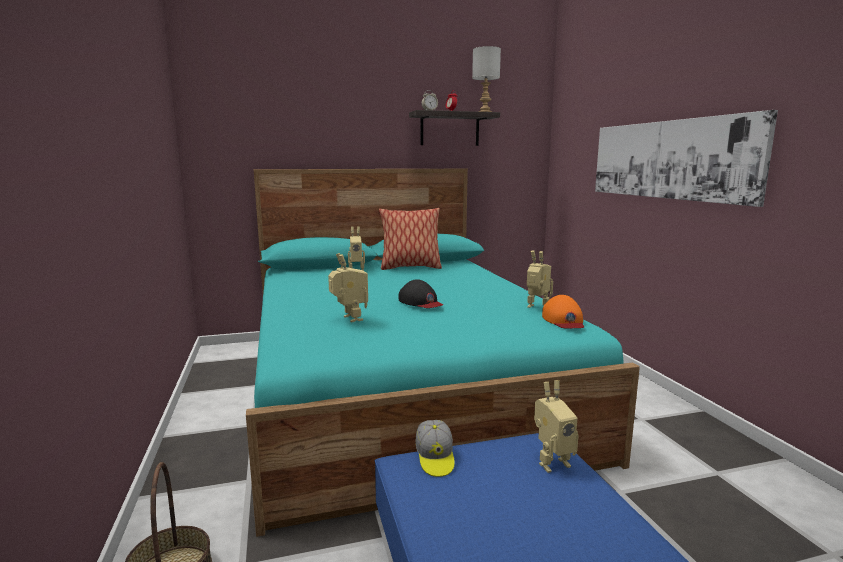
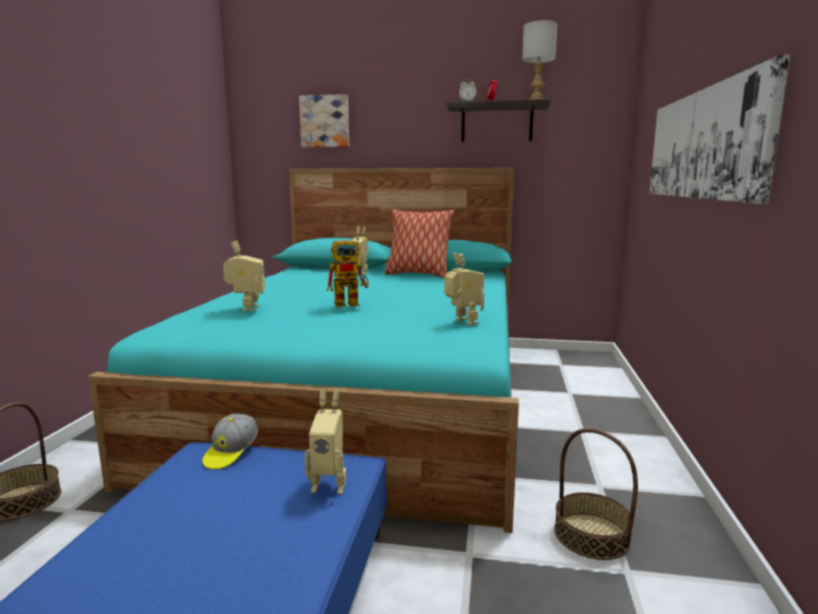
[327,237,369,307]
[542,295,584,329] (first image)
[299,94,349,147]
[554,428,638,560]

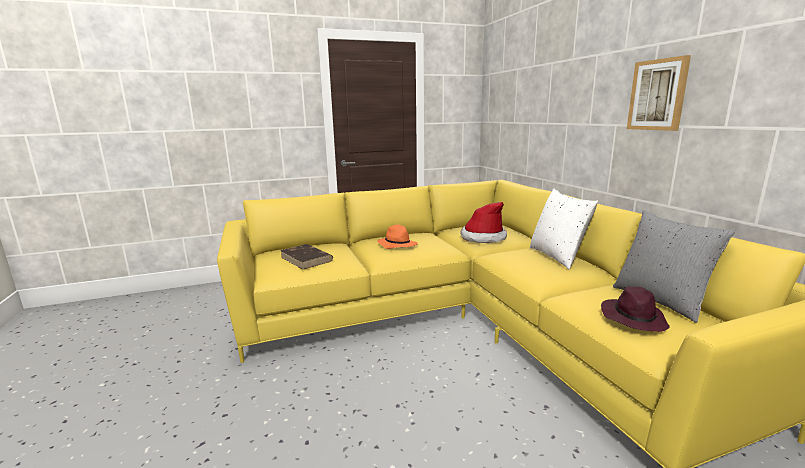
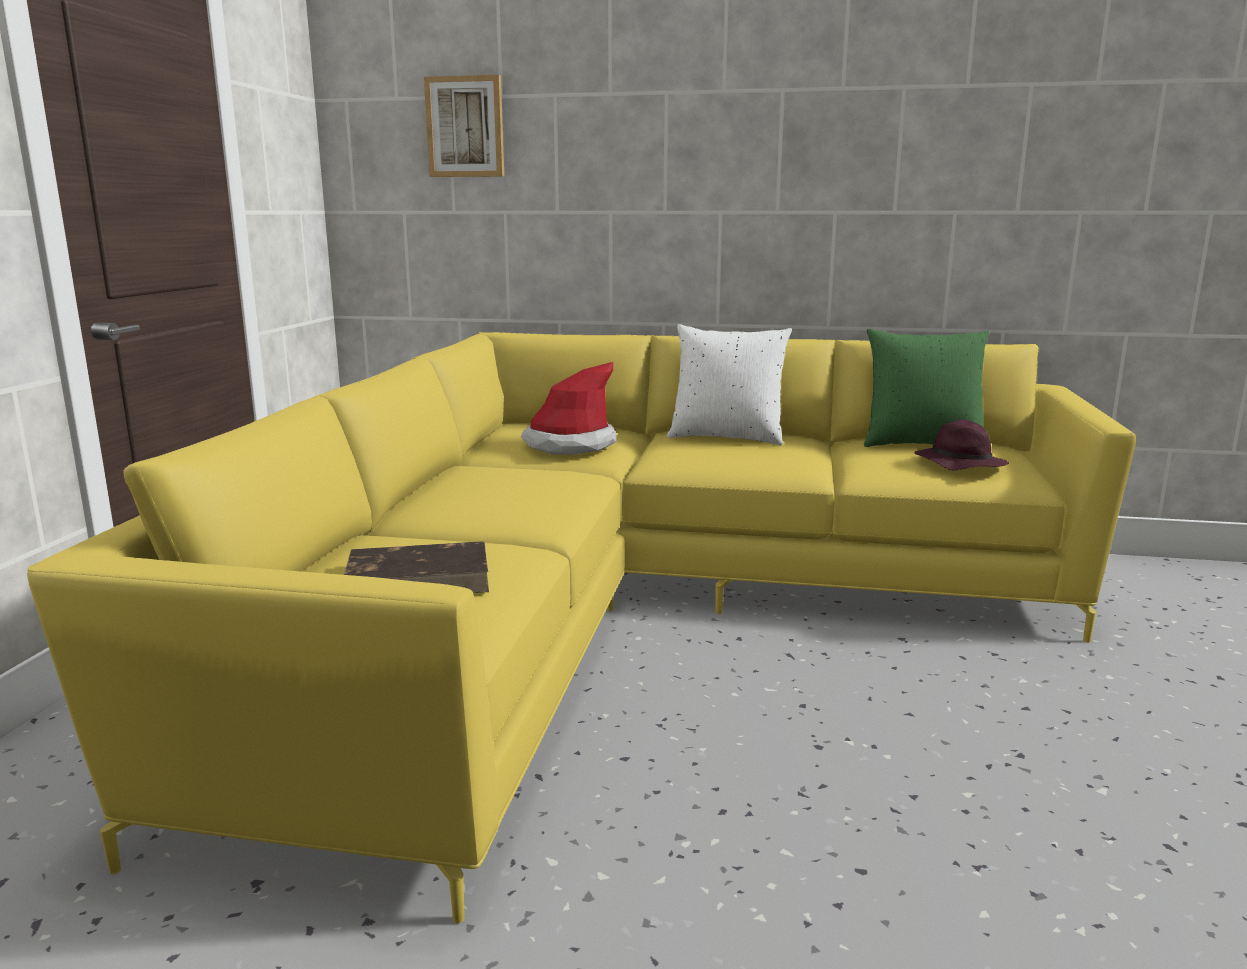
[377,224,418,249] (first image)
[864,329,989,447]
[424,75,504,177]

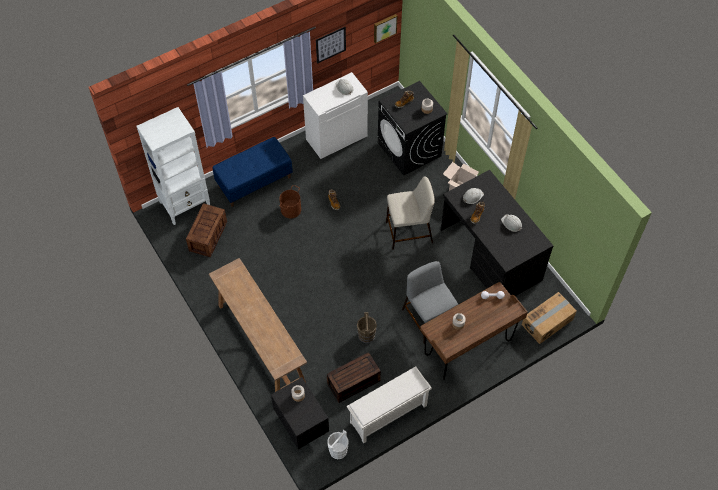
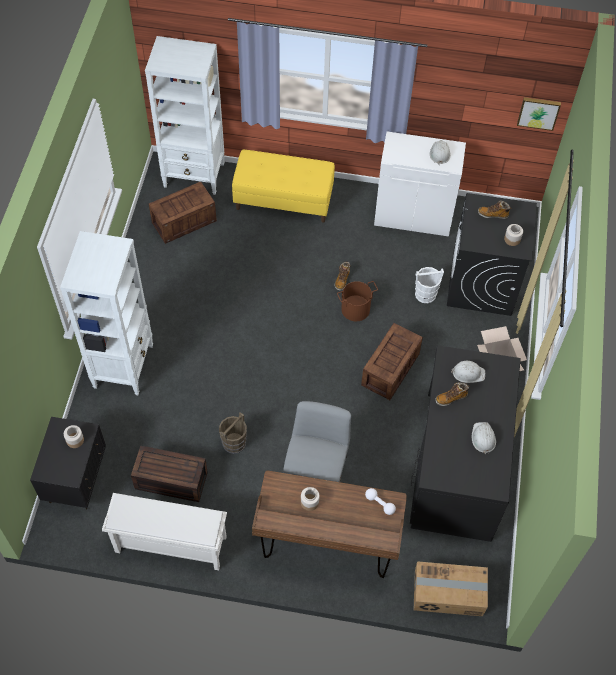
[60,231,153,395]
[232,150,335,223]
[337,281,378,321]
[316,27,346,64] (first image)
[415,267,444,303]
[361,323,423,400]

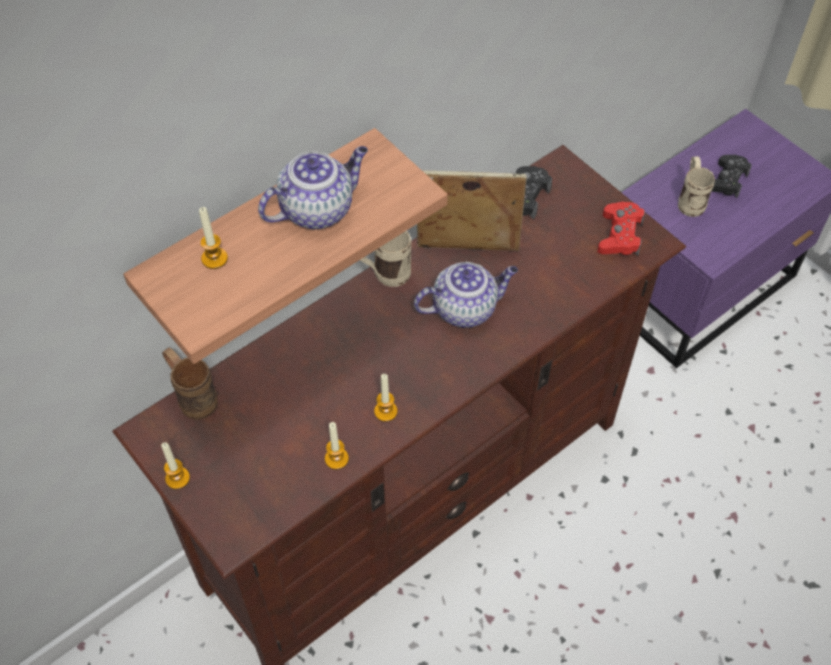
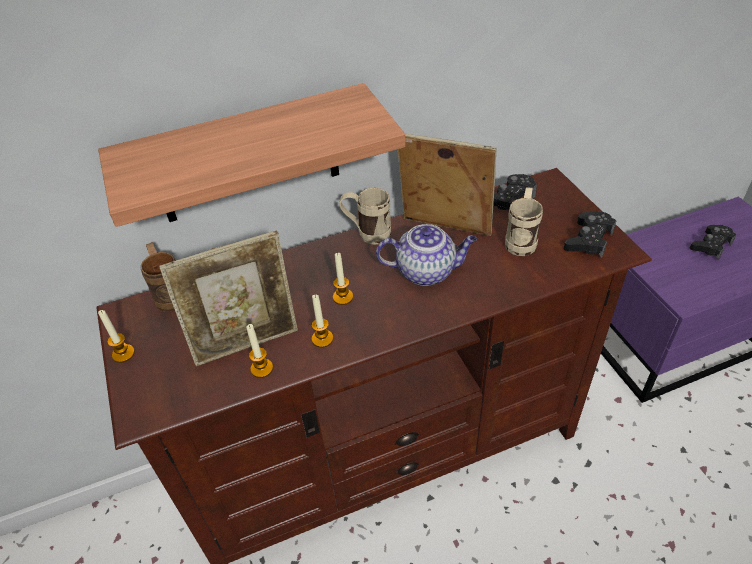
[333,252,353,305]
[258,146,368,229] (first image)
[564,211,616,258]
[505,187,543,256]
[159,231,298,366]

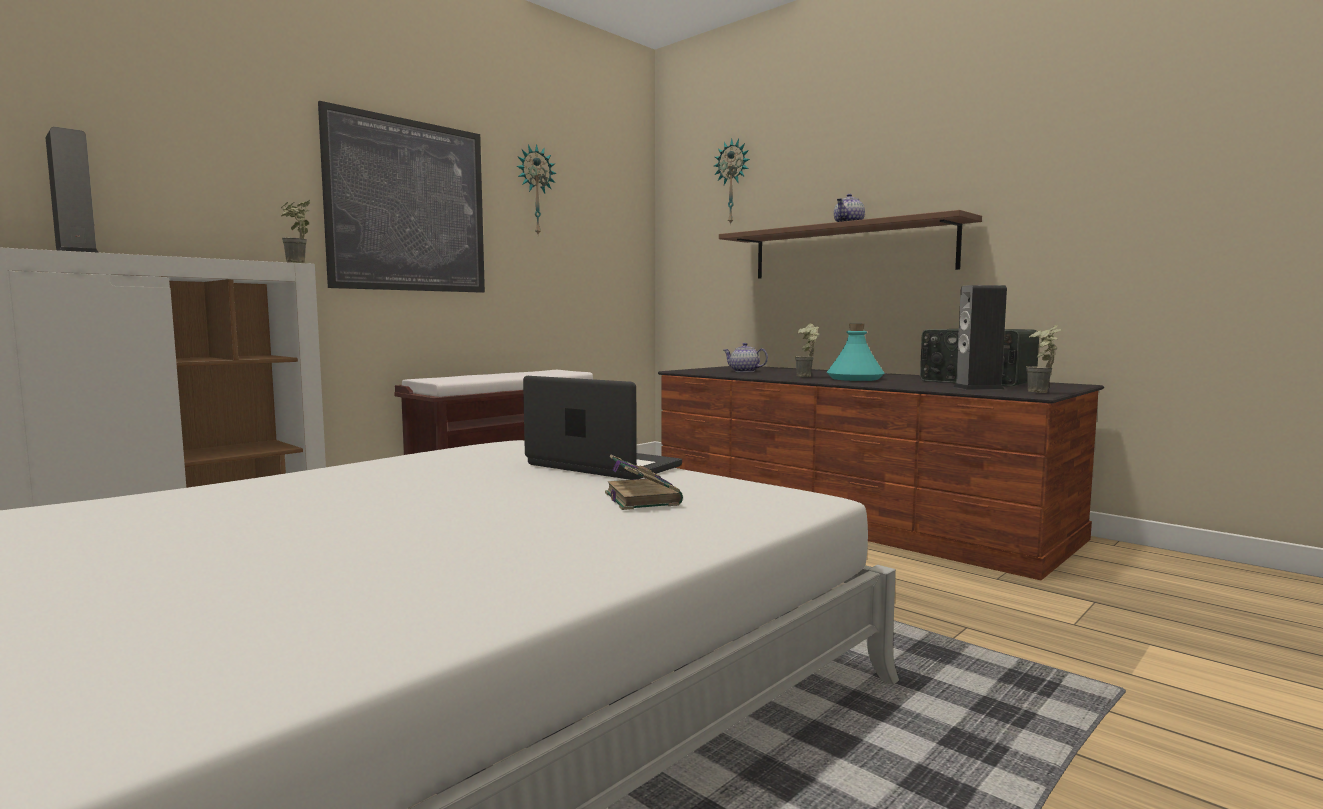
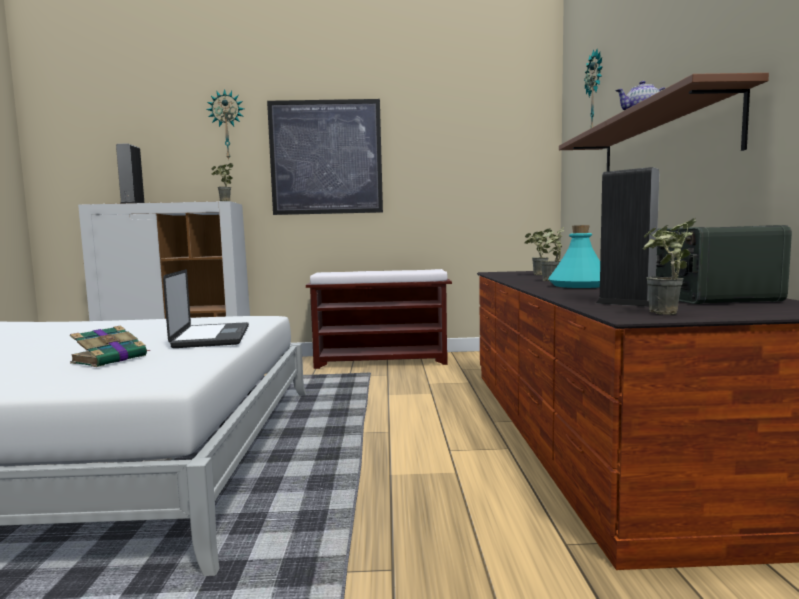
[206,89,244,161]
[525,228,552,275]

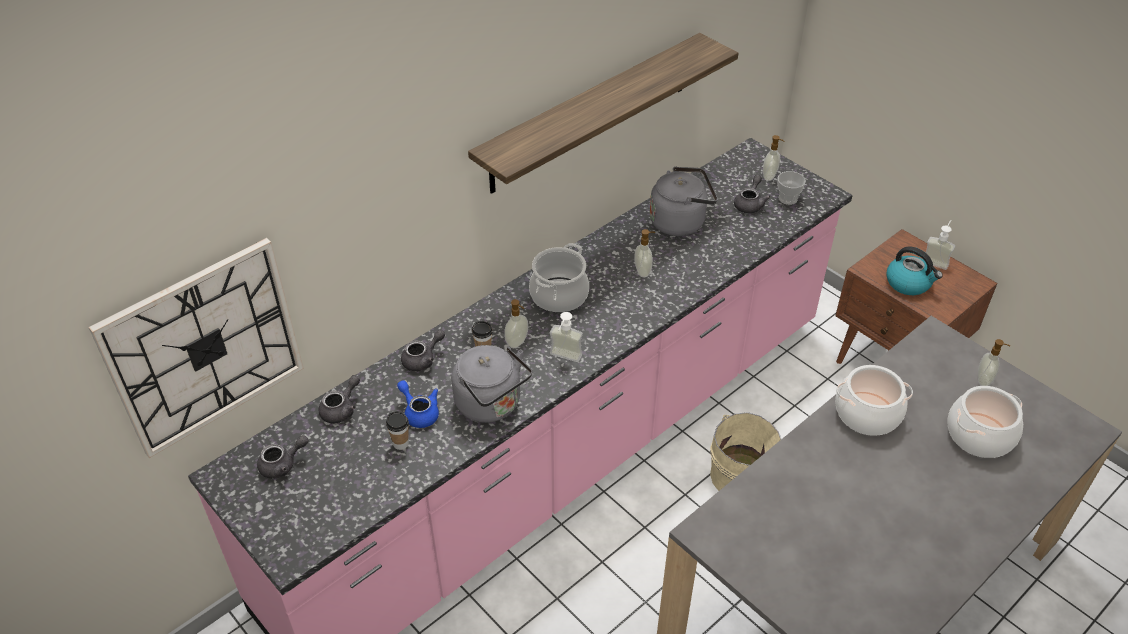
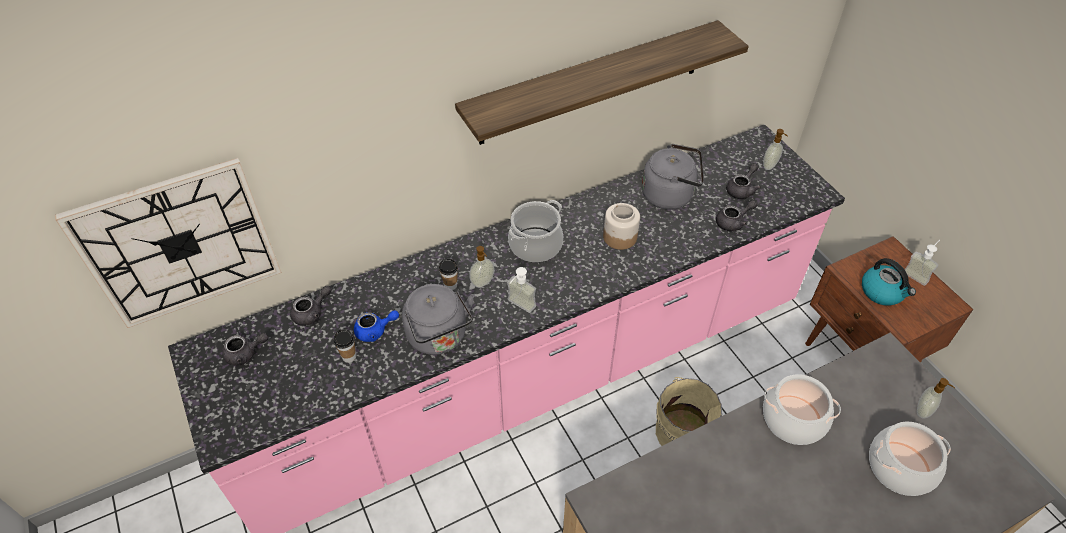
[354,310,399,342]
[716,200,758,231]
[603,203,640,250]
[777,171,806,205] (first image)

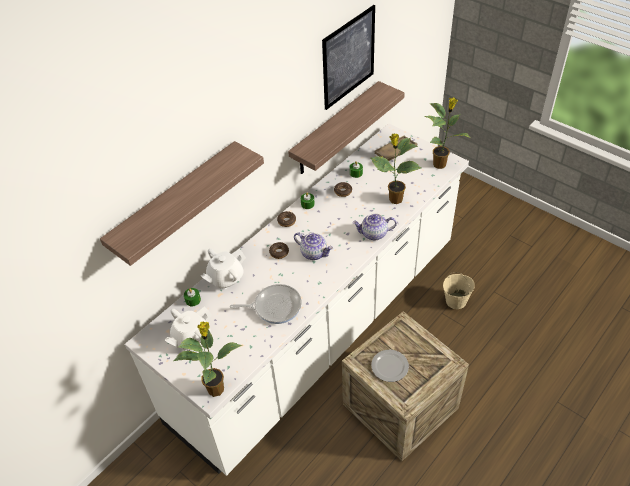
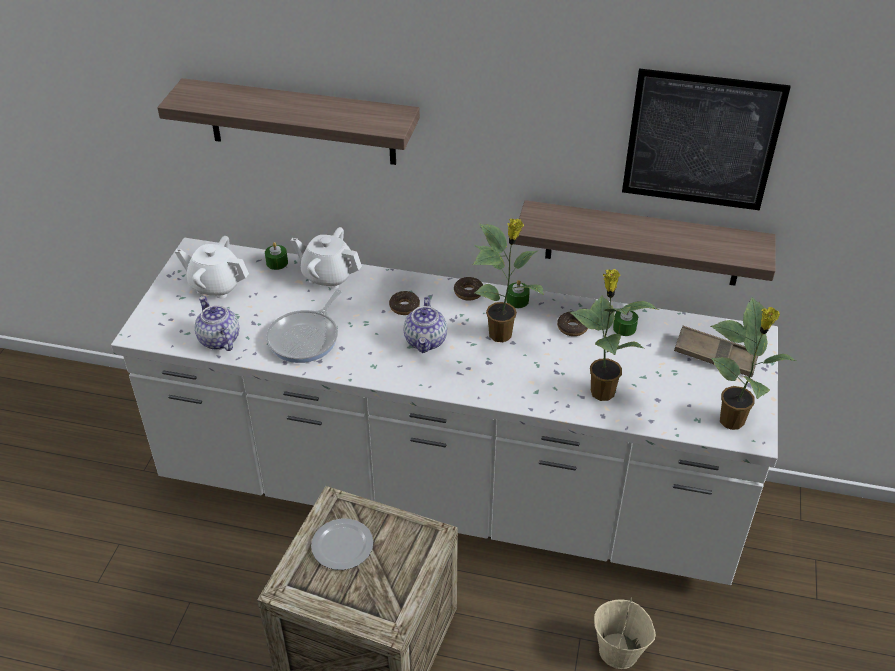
[473,219,544,342]
[266,290,341,363]
[195,296,239,351]

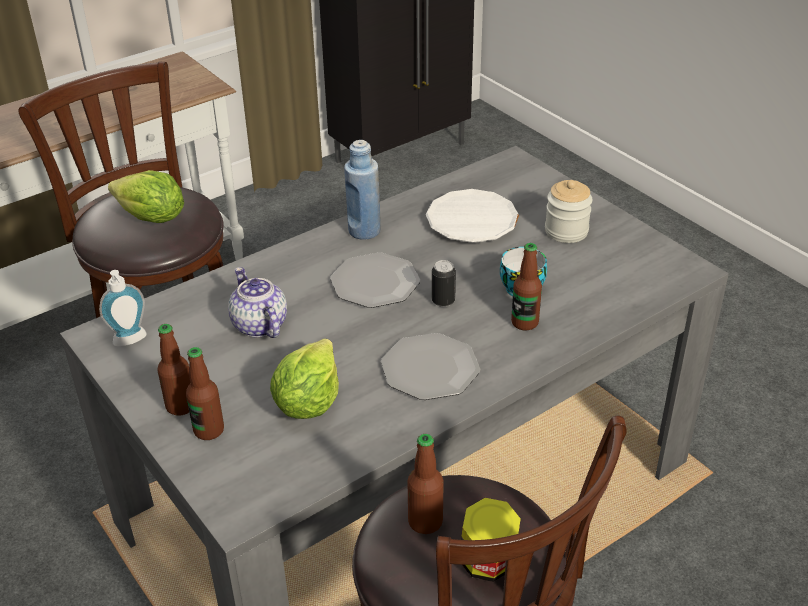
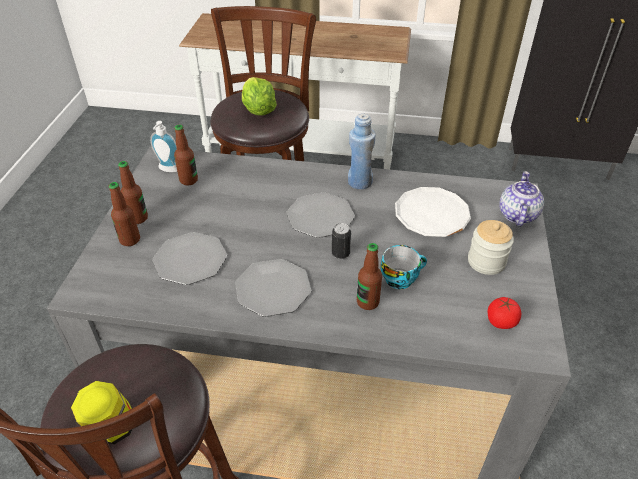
[499,171,544,227]
[152,232,227,285]
[174,125,198,186]
[488,297,521,329]

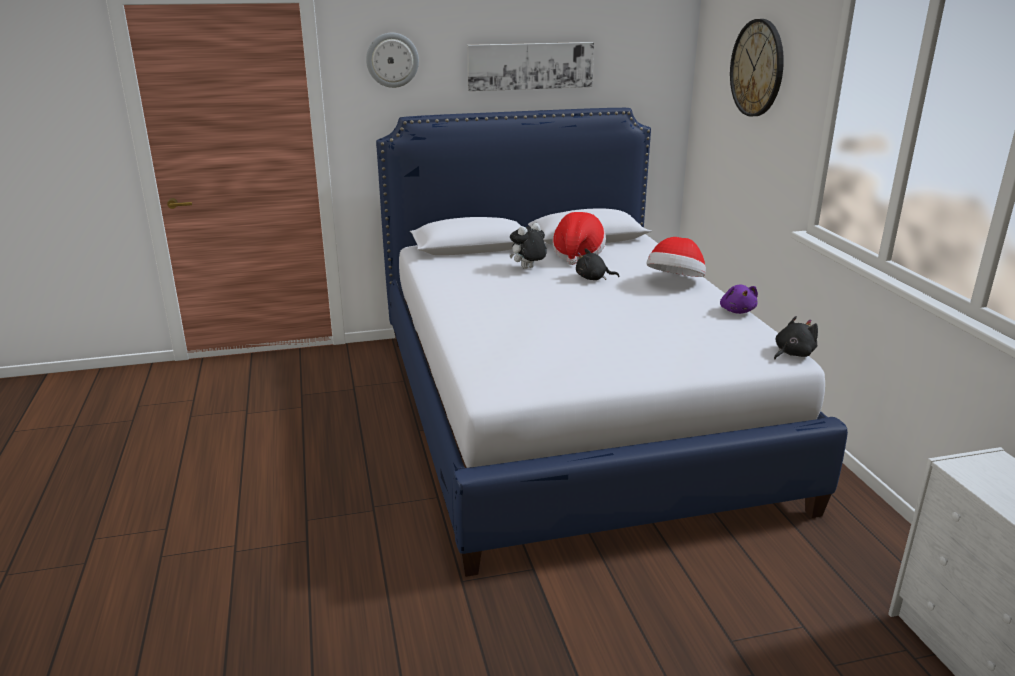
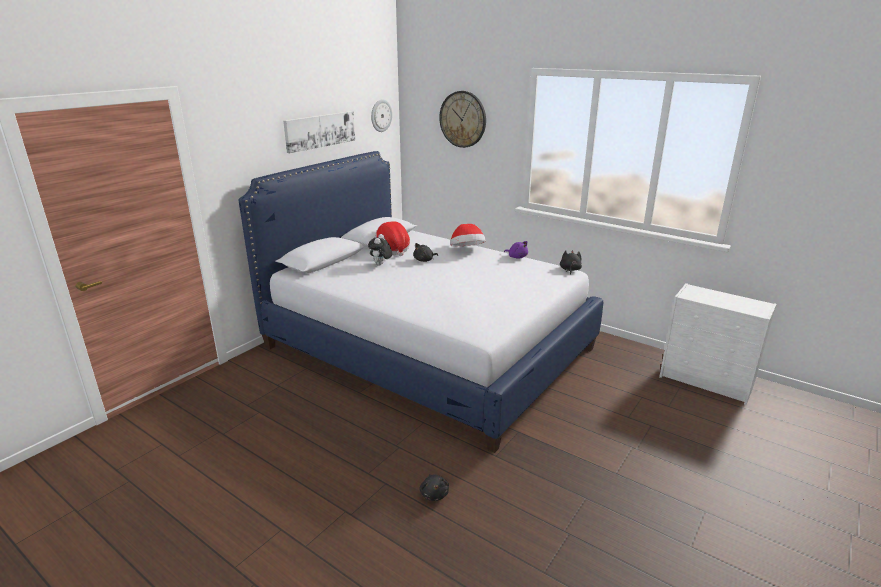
[371,99,392,132]
[419,474,449,501]

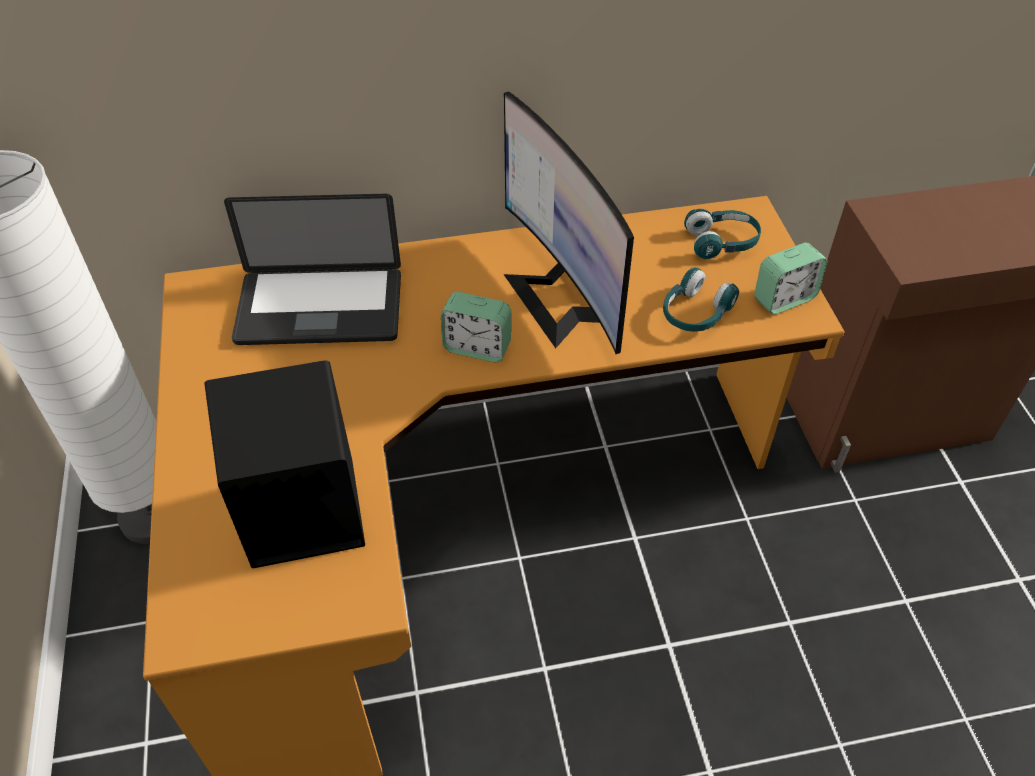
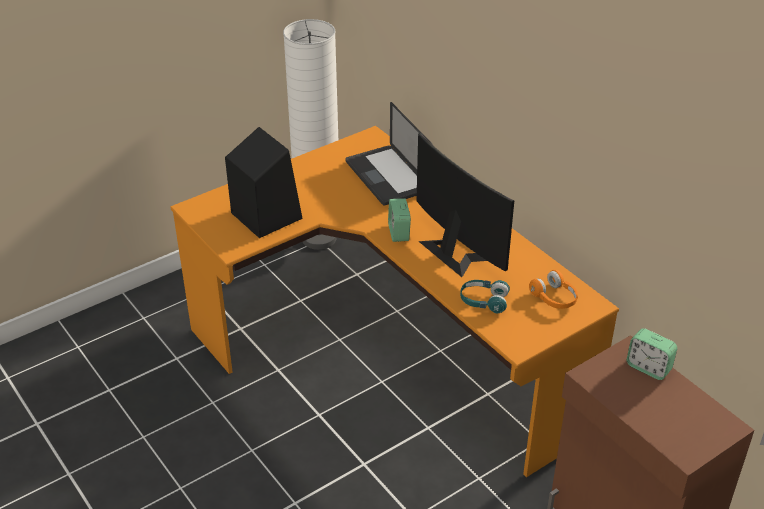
[416,133,514,277]
[529,270,578,309]
[626,328,677,380]

